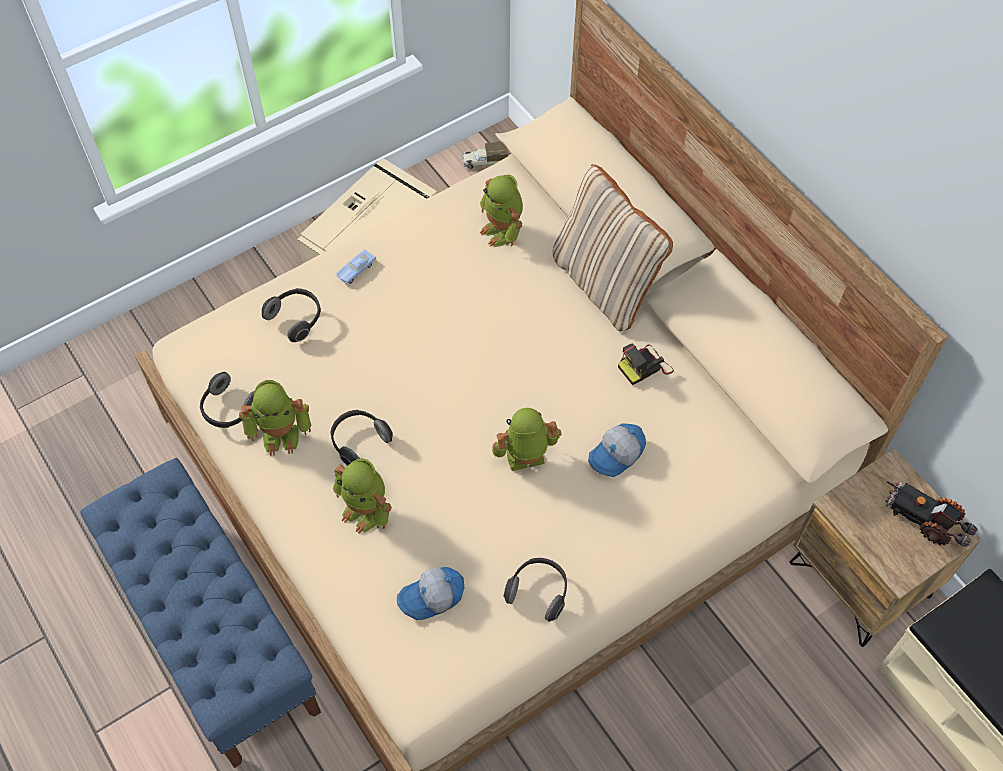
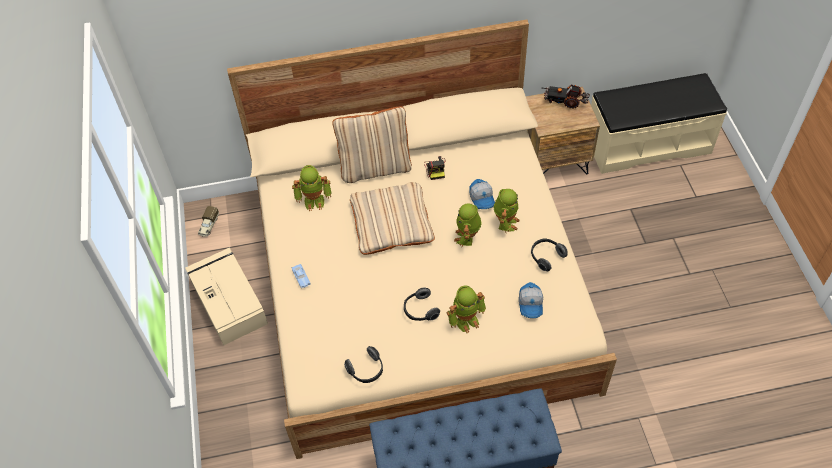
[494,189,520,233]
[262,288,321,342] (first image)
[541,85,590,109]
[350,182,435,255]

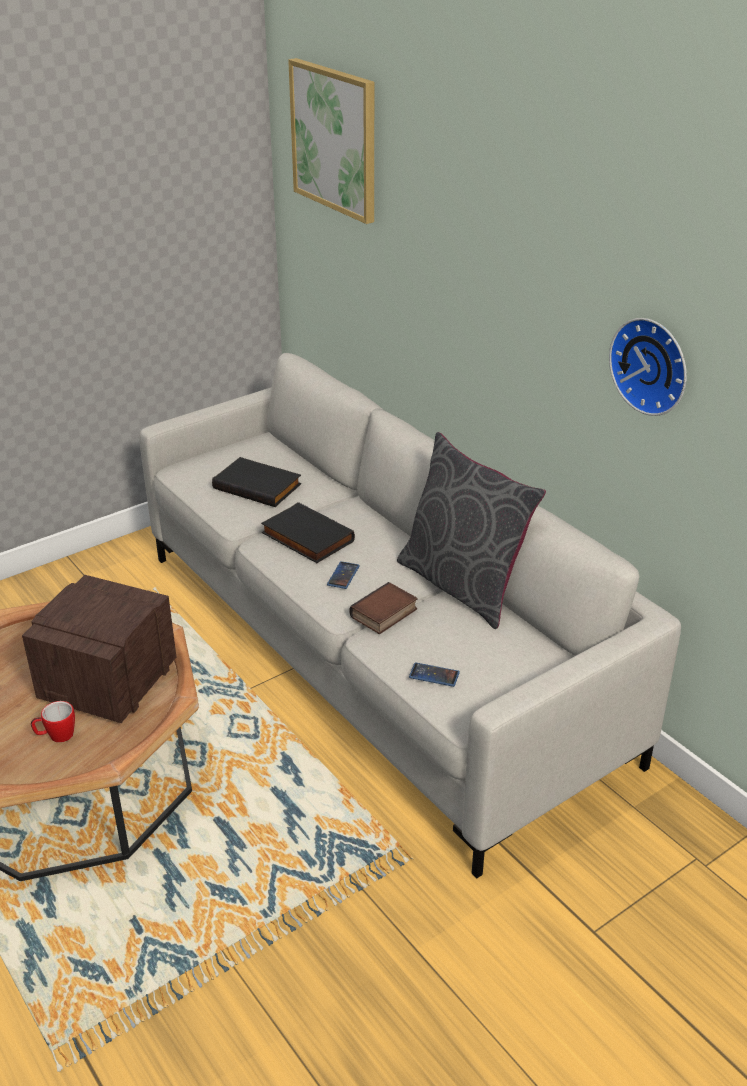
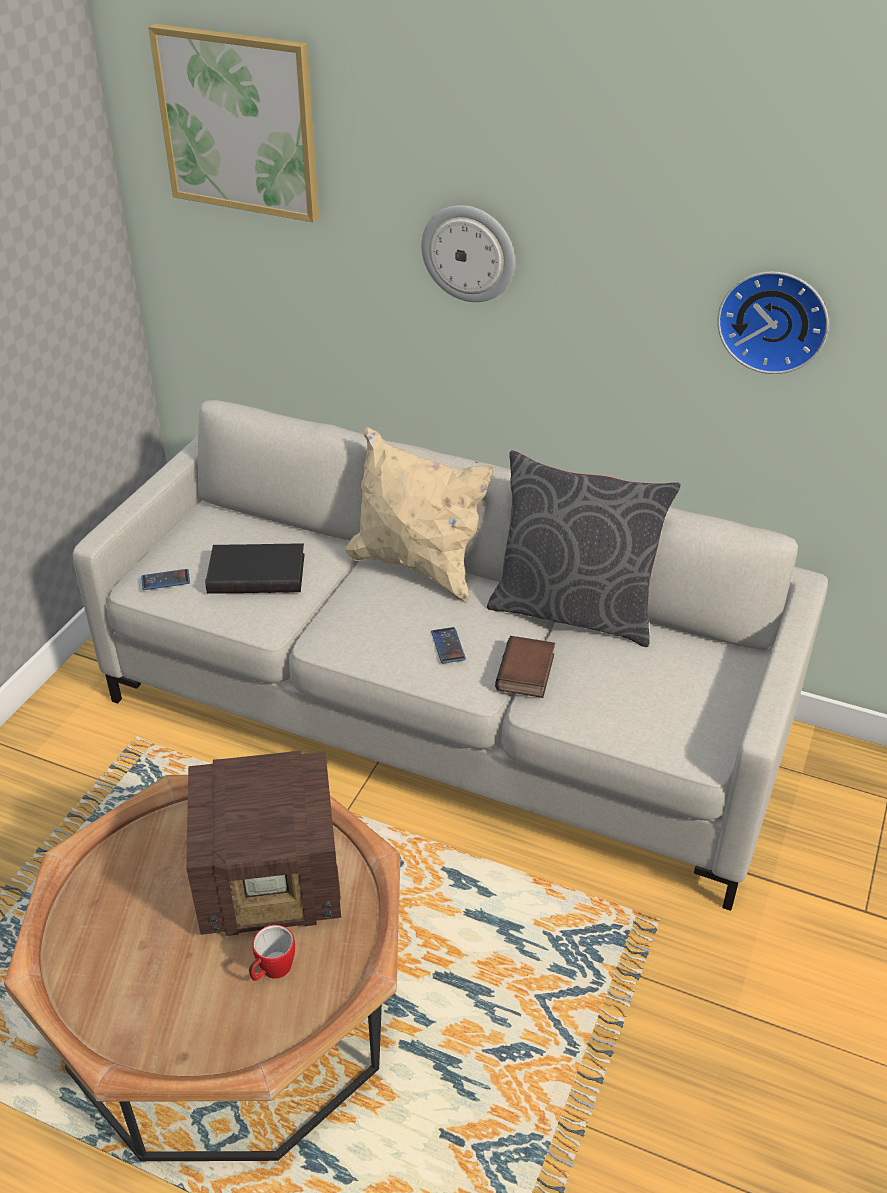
[186,750,341,936]
[261,502,355,563] (first image)
[141,569,190,590]
[345,427,495,603]
[421,205,515,302]

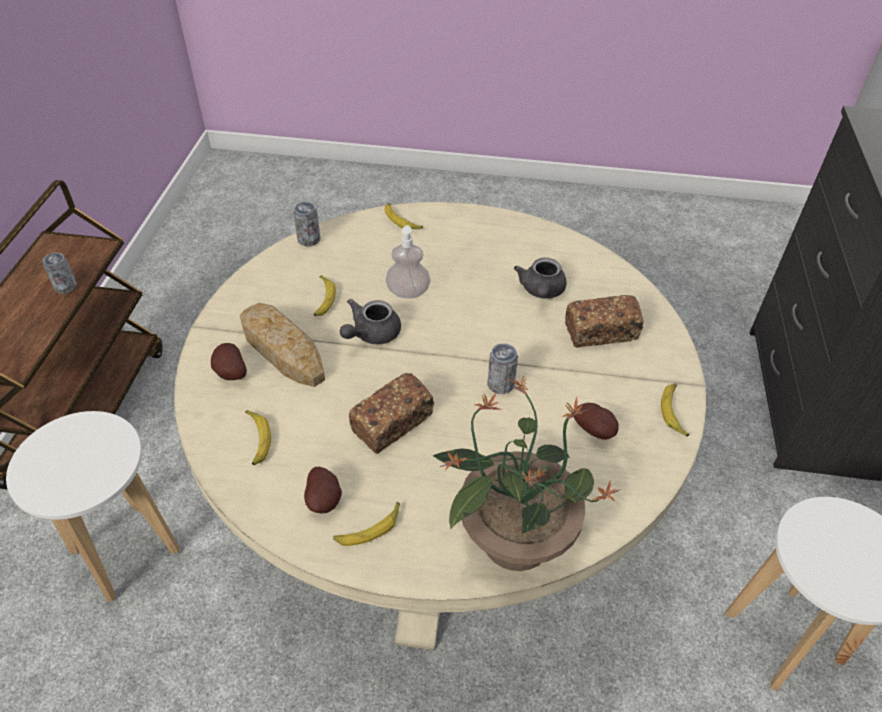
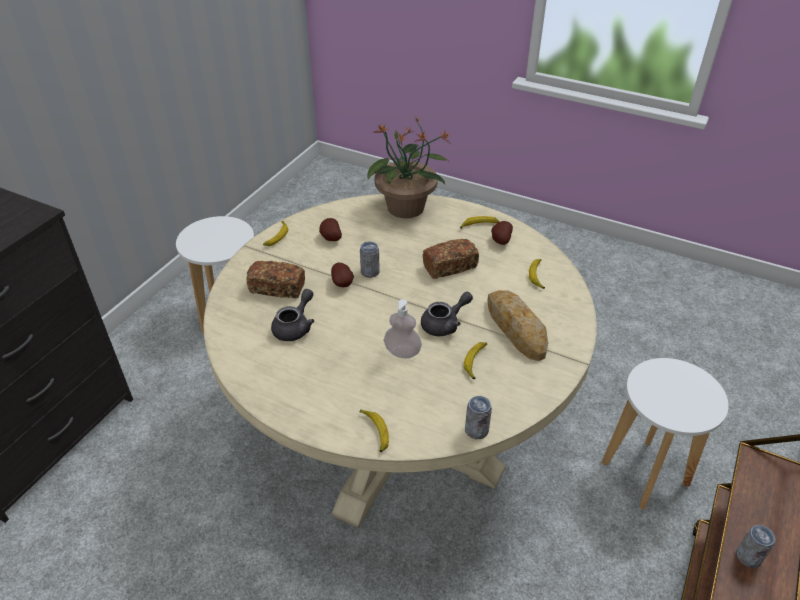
[331,263,354,287]

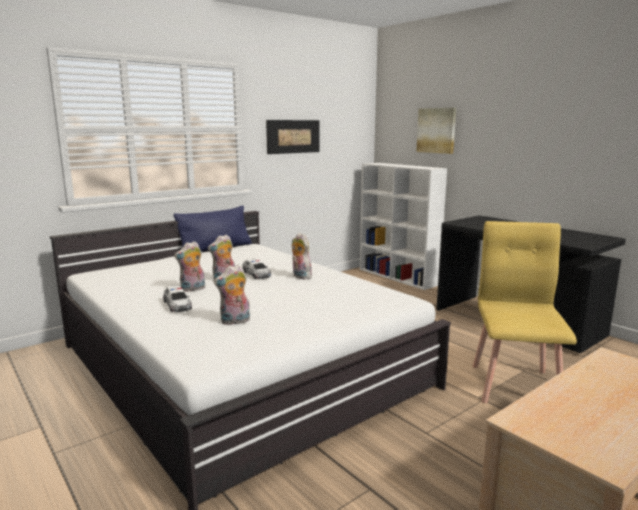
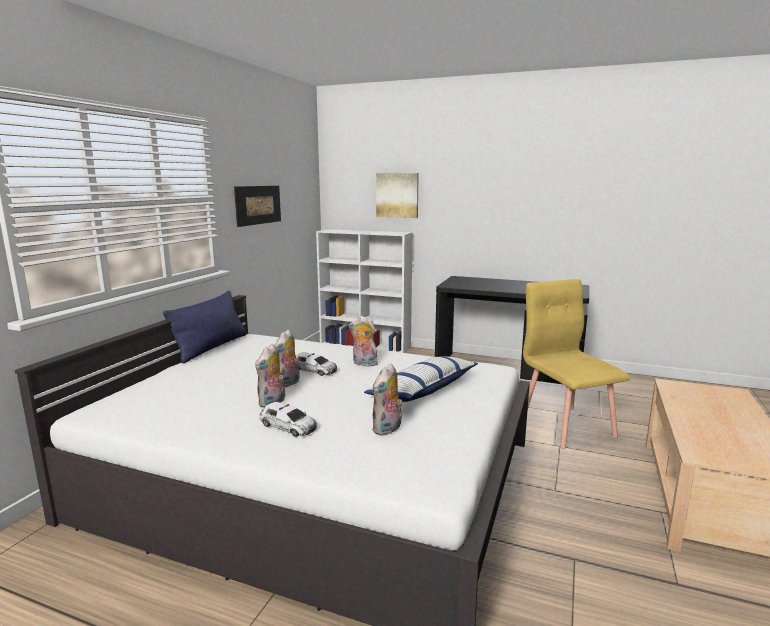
[364,356,478,402]

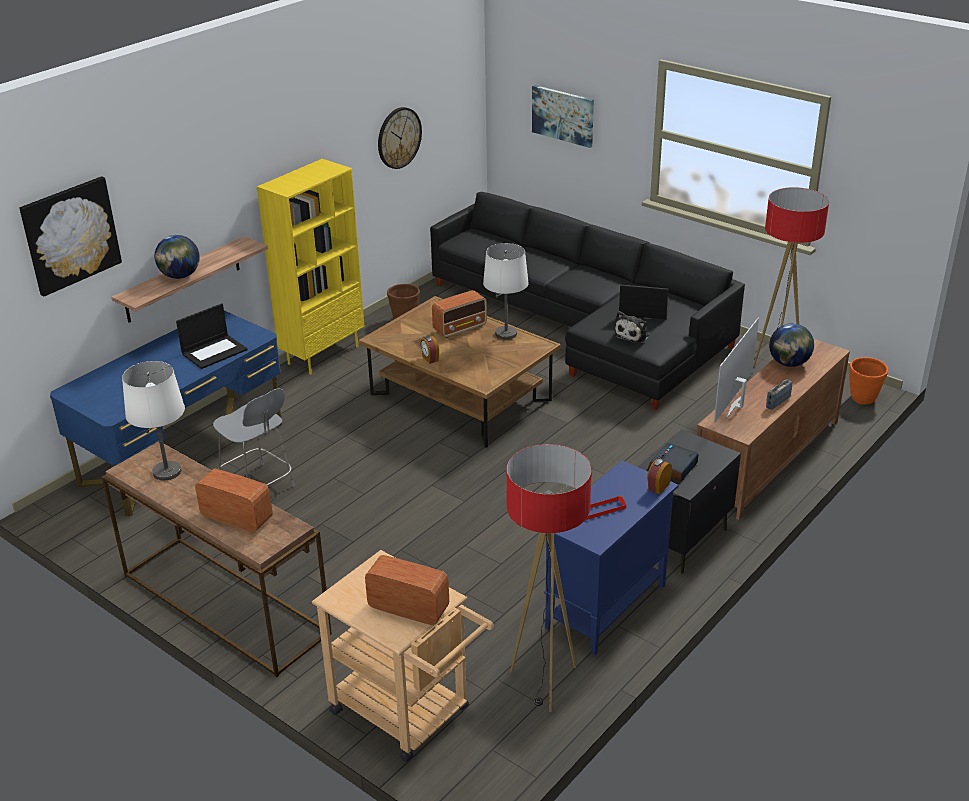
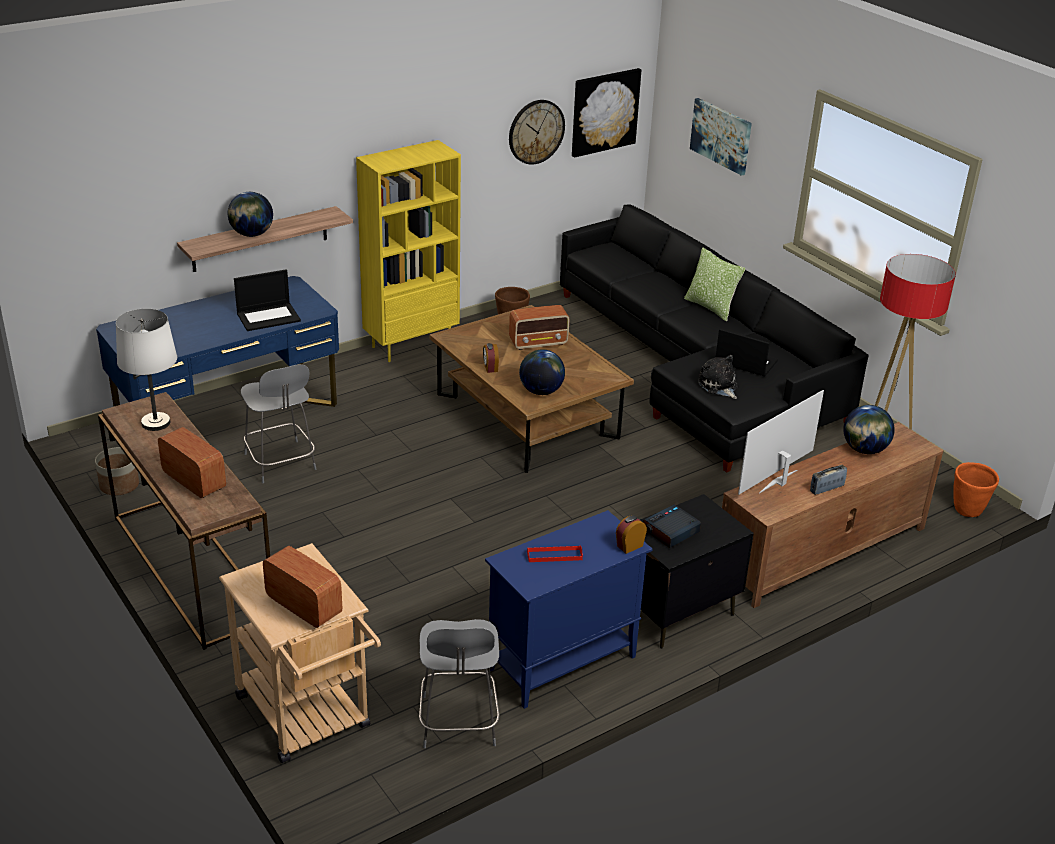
[572,68,641,158]
[483,243,529,339] (first image)
[419,619,500,748]
[698,355,739,399]
[95,447,139,495]
[519,349,565,395]
[684,247,745,322]

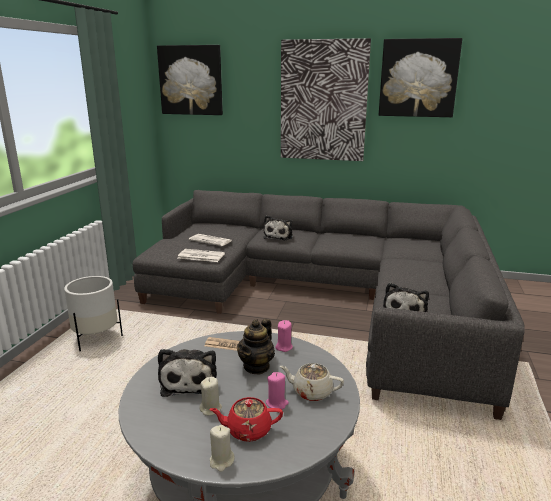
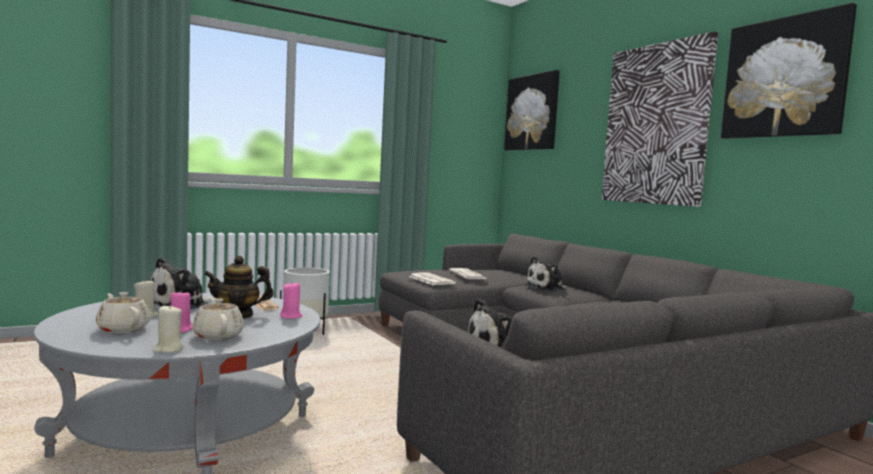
[96,292,151,333]
[153,304,184,353]

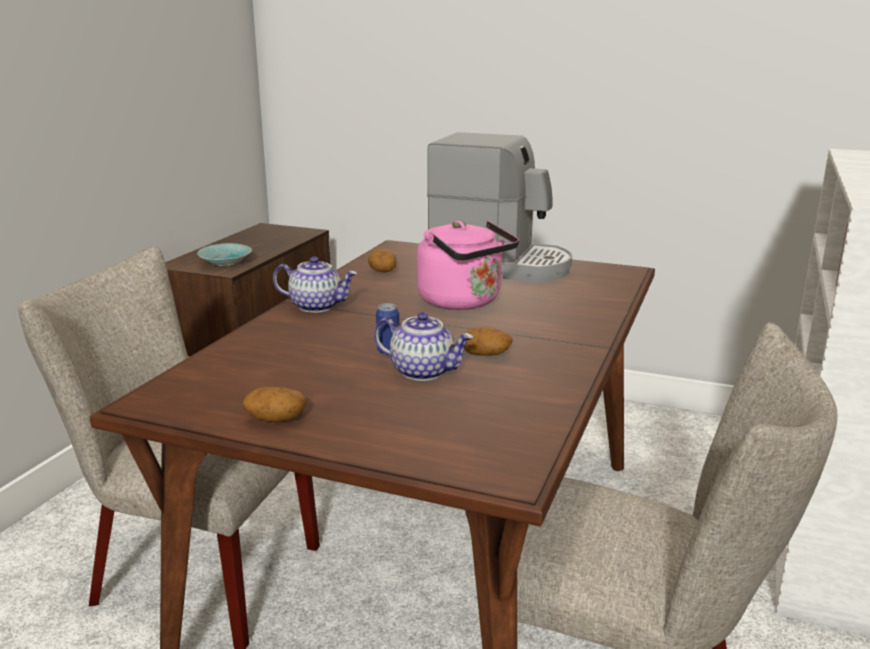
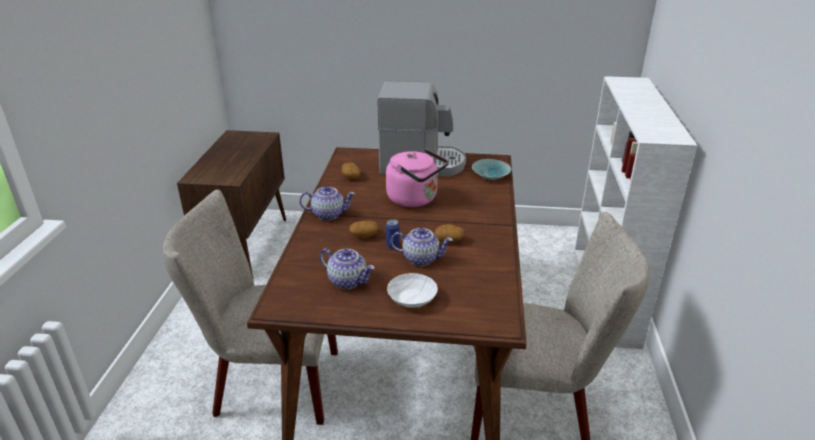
[472,159,511,180]
[349,221,379,238]
[319,248,374,289]
[387,273,438,308]

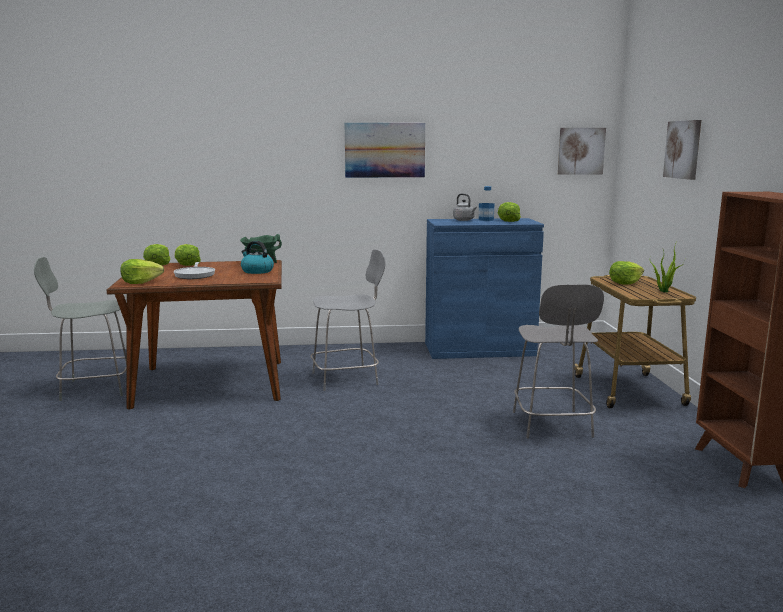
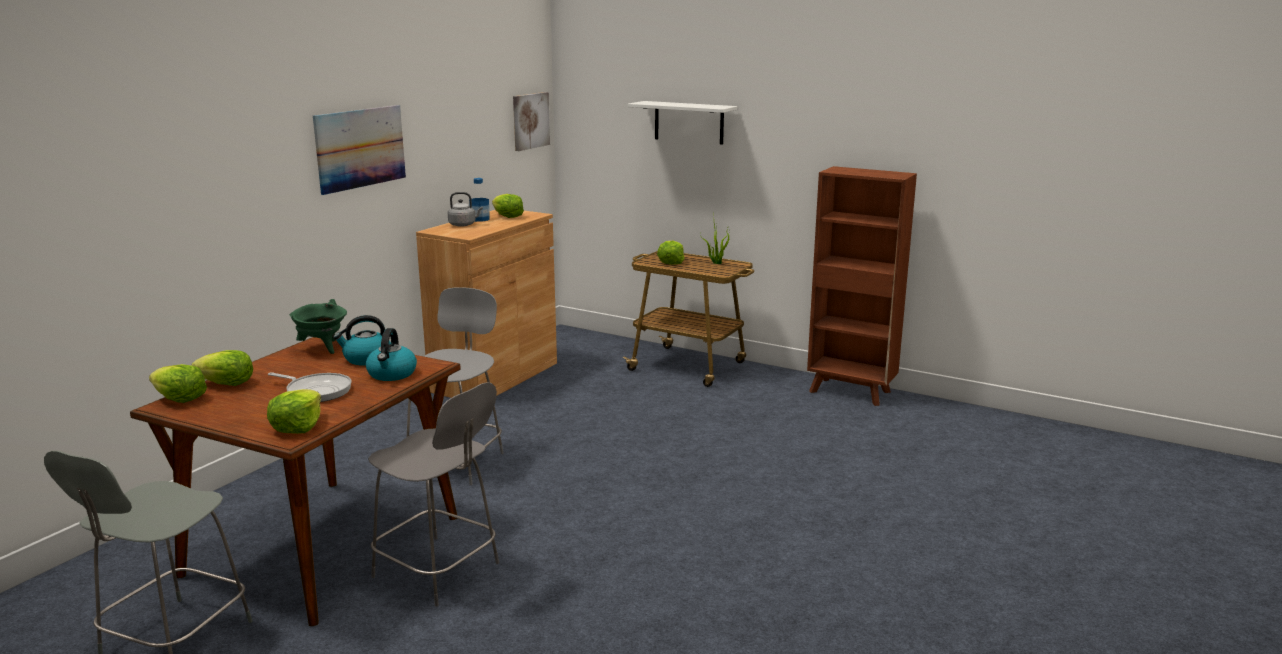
[416,210,557,398]
[368,382,499,607]
[628,101,737,145]
[366,328,417,381]

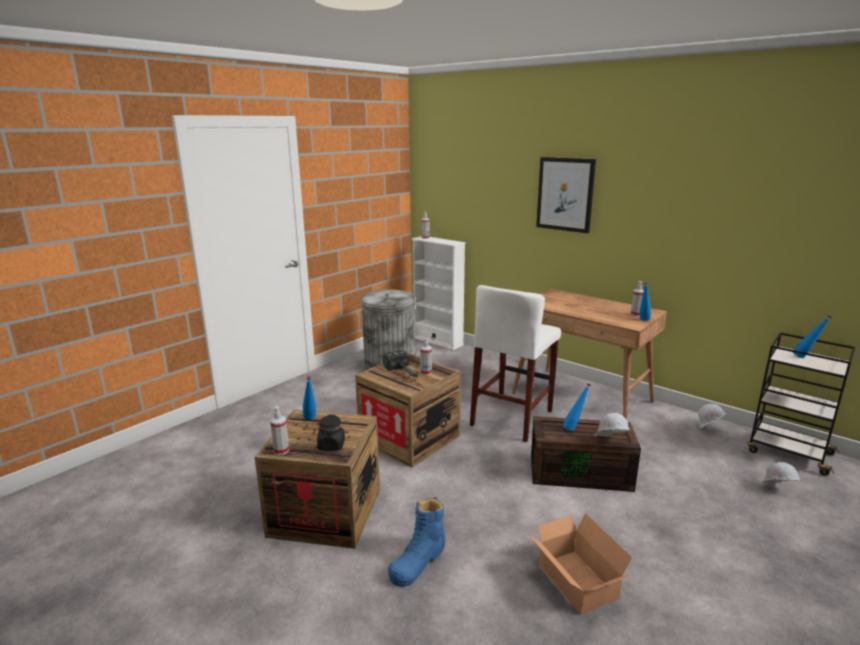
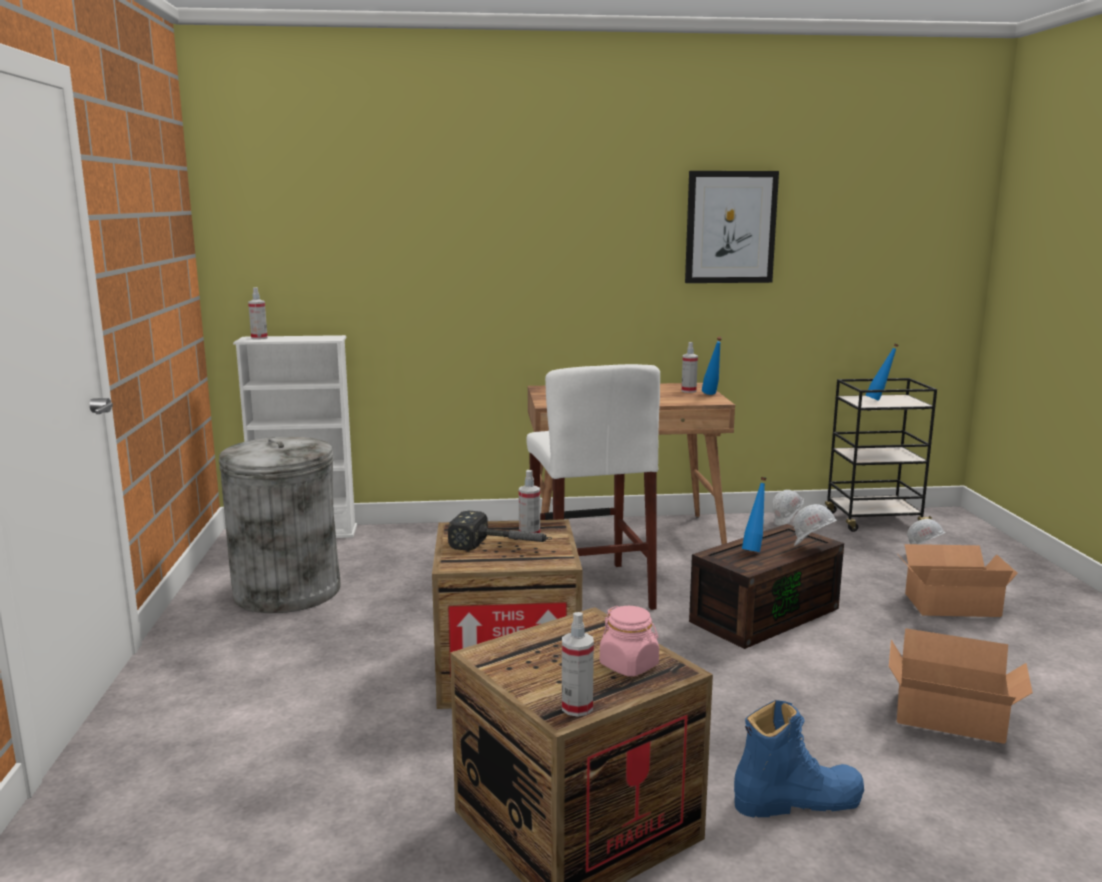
[303,376,316,420] (first image)
[600,606,659,676]
[734,700,864,818]
[685,171,779,283]
[899,544,1018,617]

